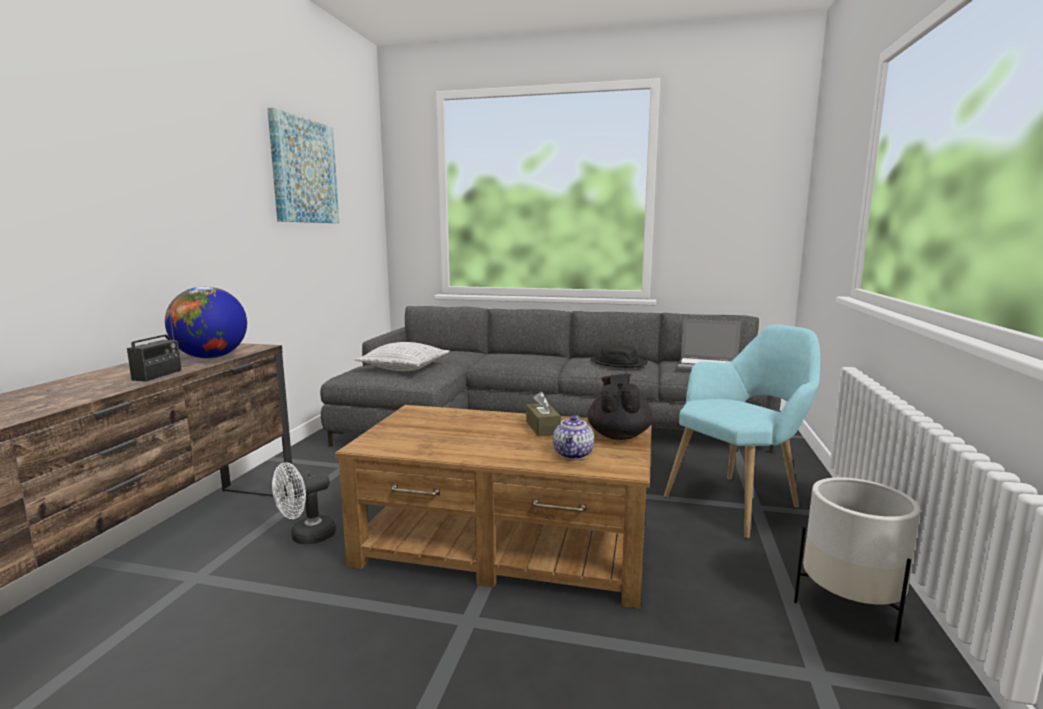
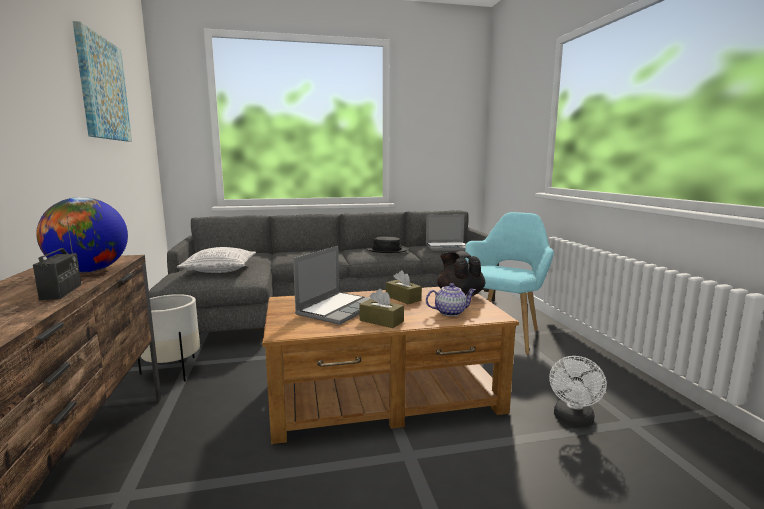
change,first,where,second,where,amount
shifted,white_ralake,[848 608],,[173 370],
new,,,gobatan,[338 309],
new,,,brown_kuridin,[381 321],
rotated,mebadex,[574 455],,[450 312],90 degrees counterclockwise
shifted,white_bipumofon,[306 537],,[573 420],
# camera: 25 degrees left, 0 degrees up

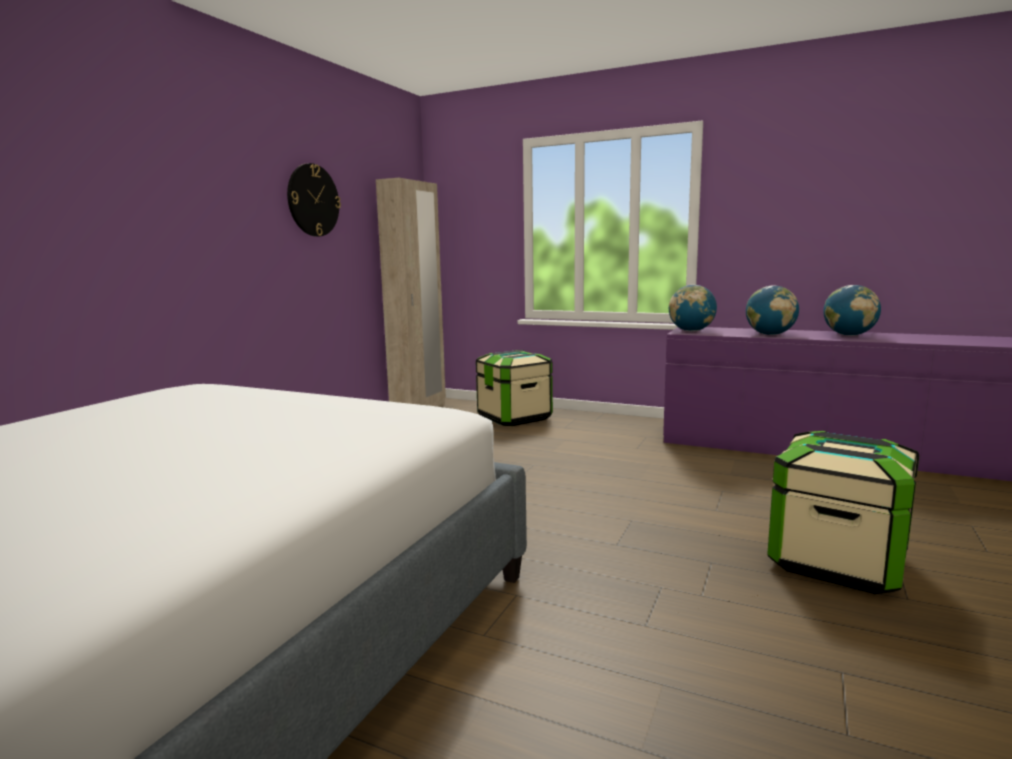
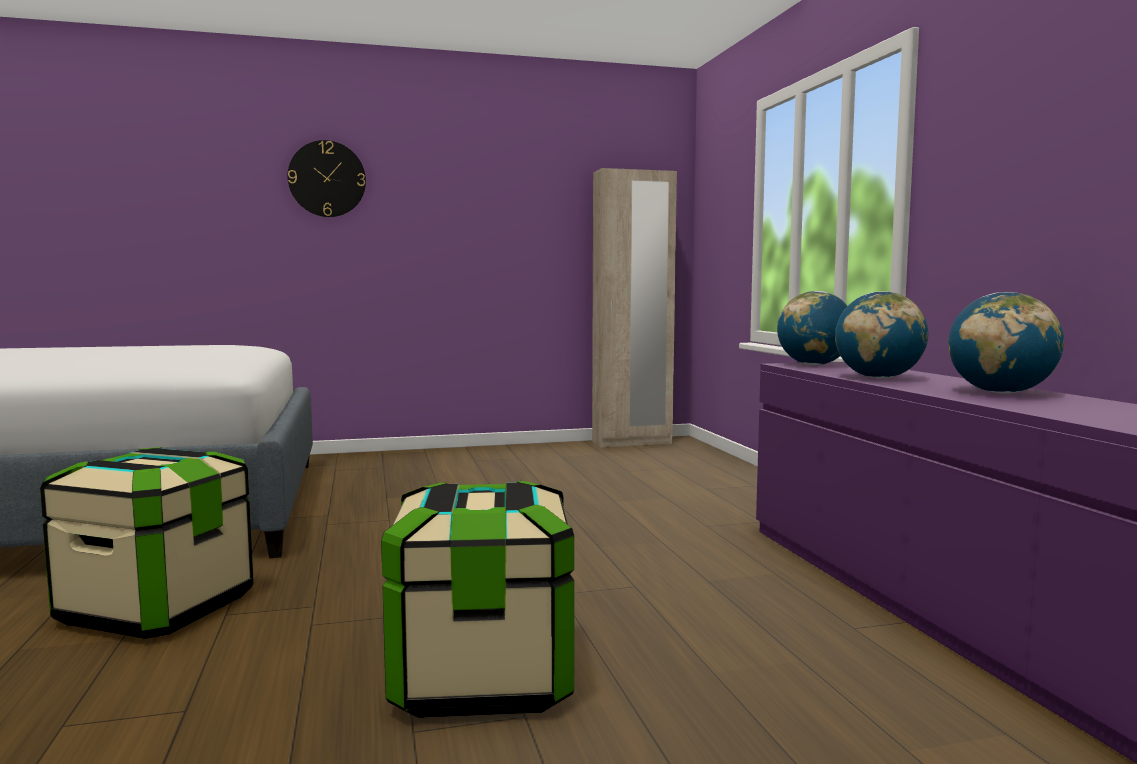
change,first,where,second,where,amount
shifted,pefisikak,[514 417],,[158 608],
shifted,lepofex,[313 200],,[327 179],
# camera: 50 degrees right, 5 degrees down

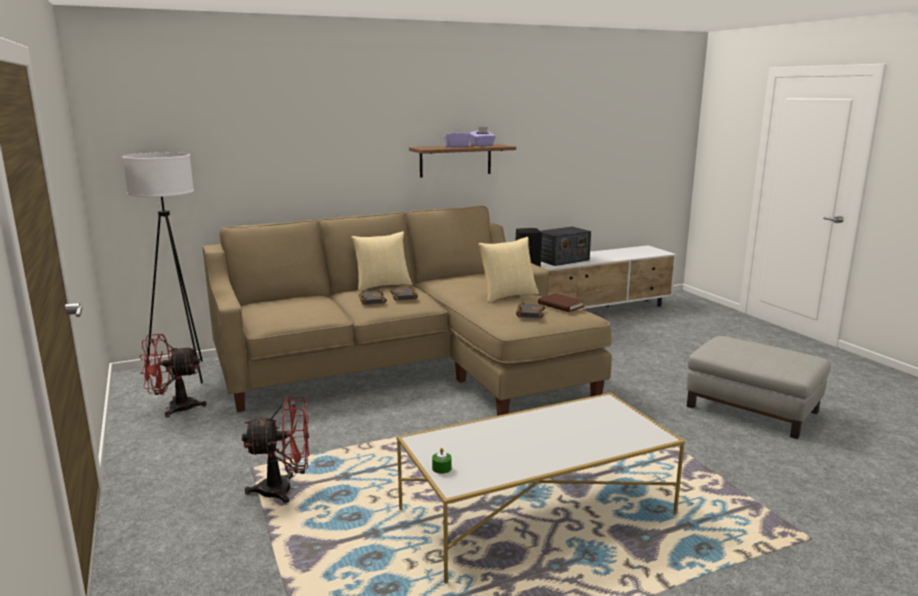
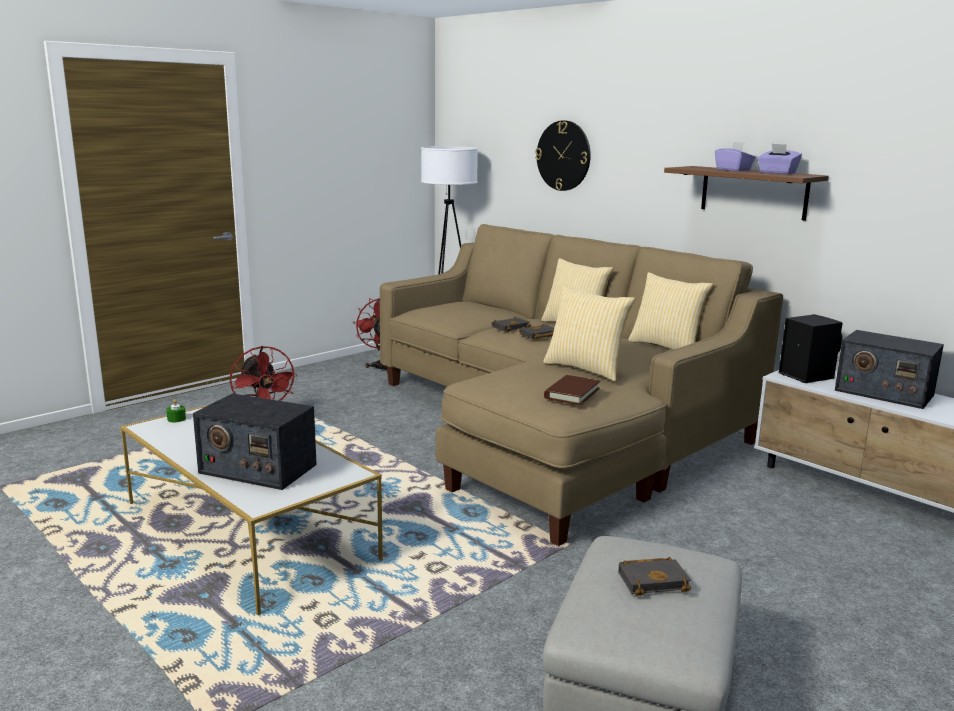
change,first,where,second,where,amount
new,,,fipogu,[257 469],
new,,,lepofex,[563 155],
shifted,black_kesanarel,[529 313],,[654 580],
new,,,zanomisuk,[667 346],
# camera: 70 degrees right, 0 degrees up

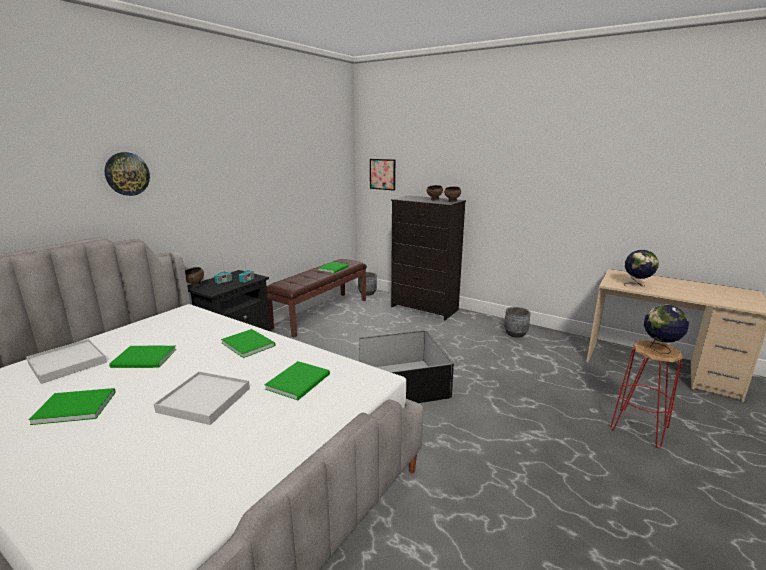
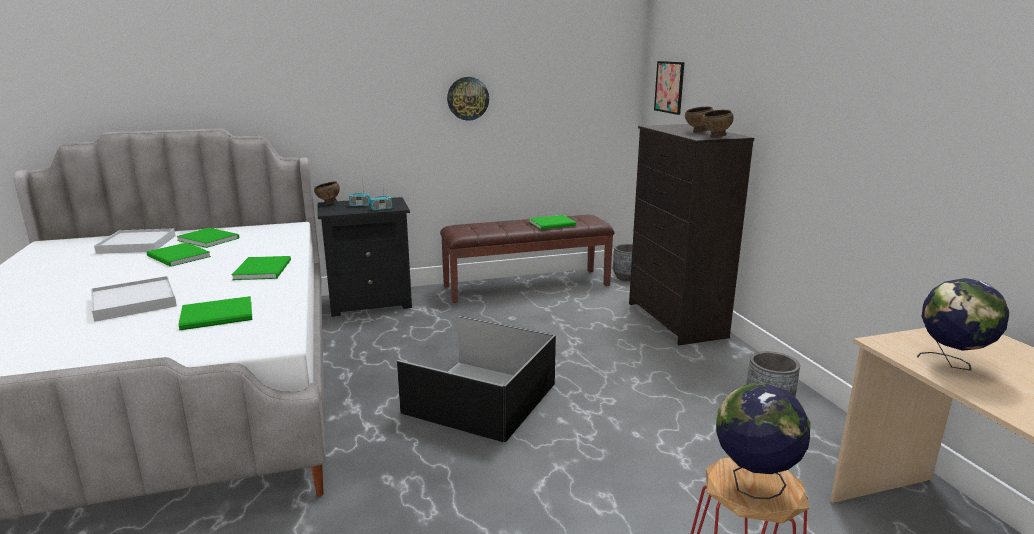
change,first,where,second,where,amount
shifted,green_kesanarel,[74 407],,[208 239],
shifted,lepofex,[127 174],,[468 98],
# camera: 40 degrees right, 0 degrees up

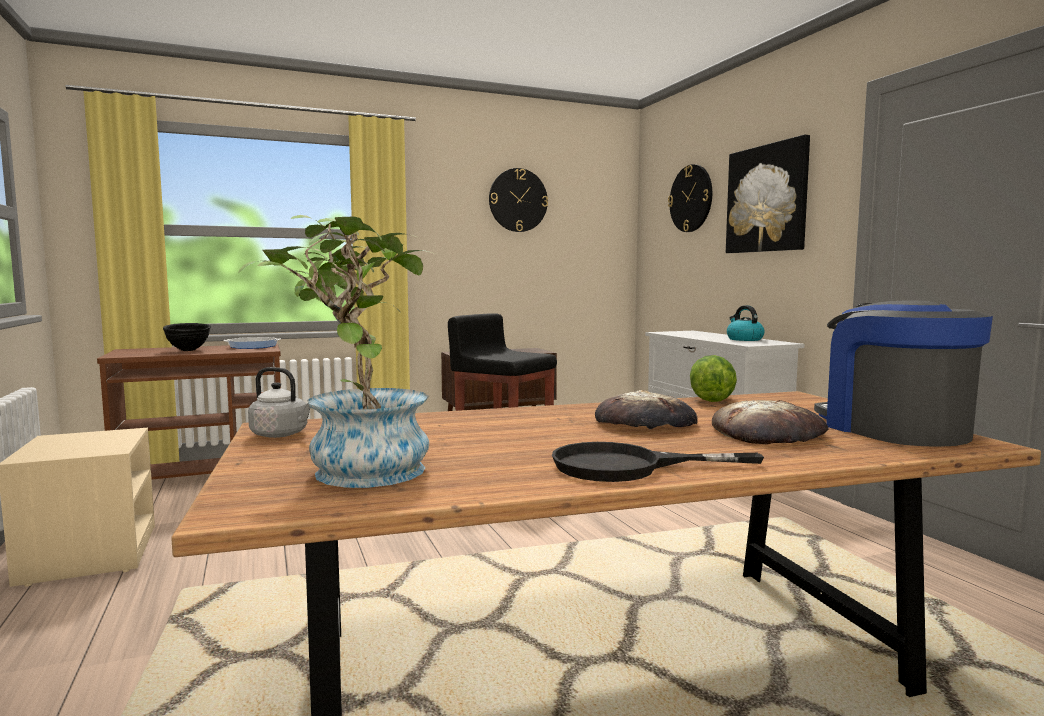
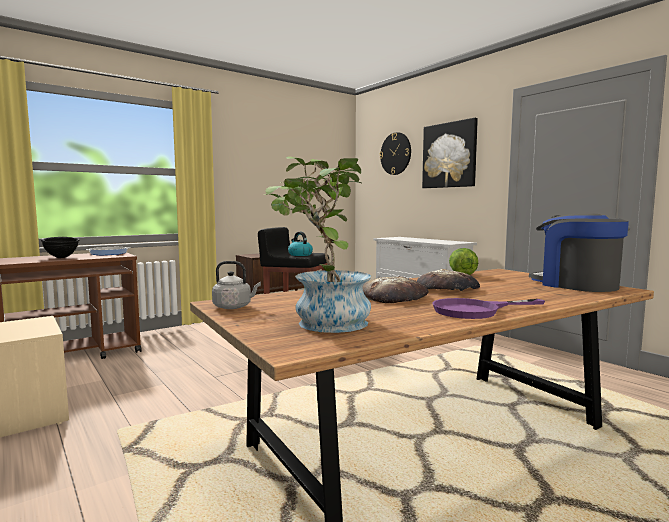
change,first,where,second,where,amount
shifted,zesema,[744 339],,[300 255],
shifted,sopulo,[768 433],,[394 296],
repainted,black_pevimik,[627 466],purple_pevimik,[476 310],
gone,lepofex,[518 200],,,
# camera: 15 degrees left, 0 degrees up

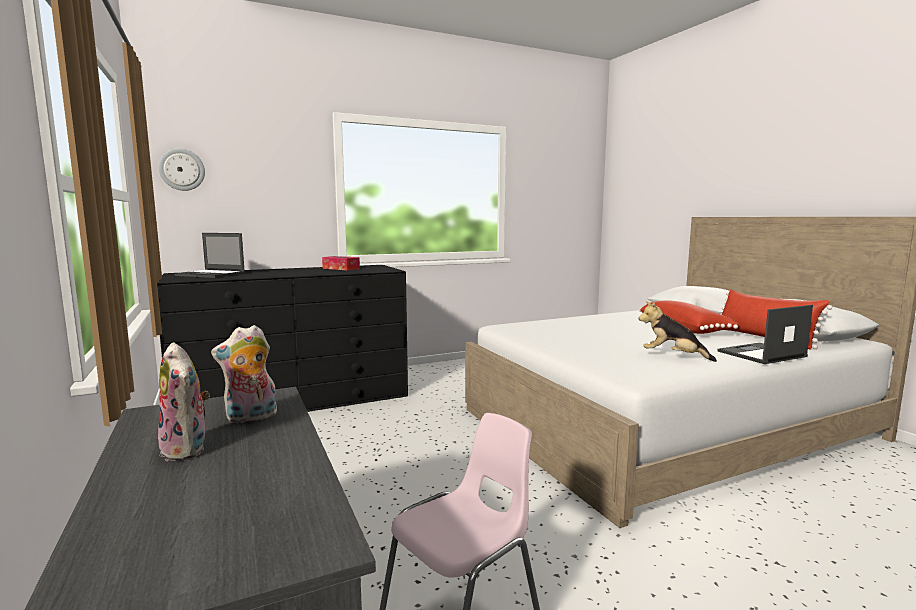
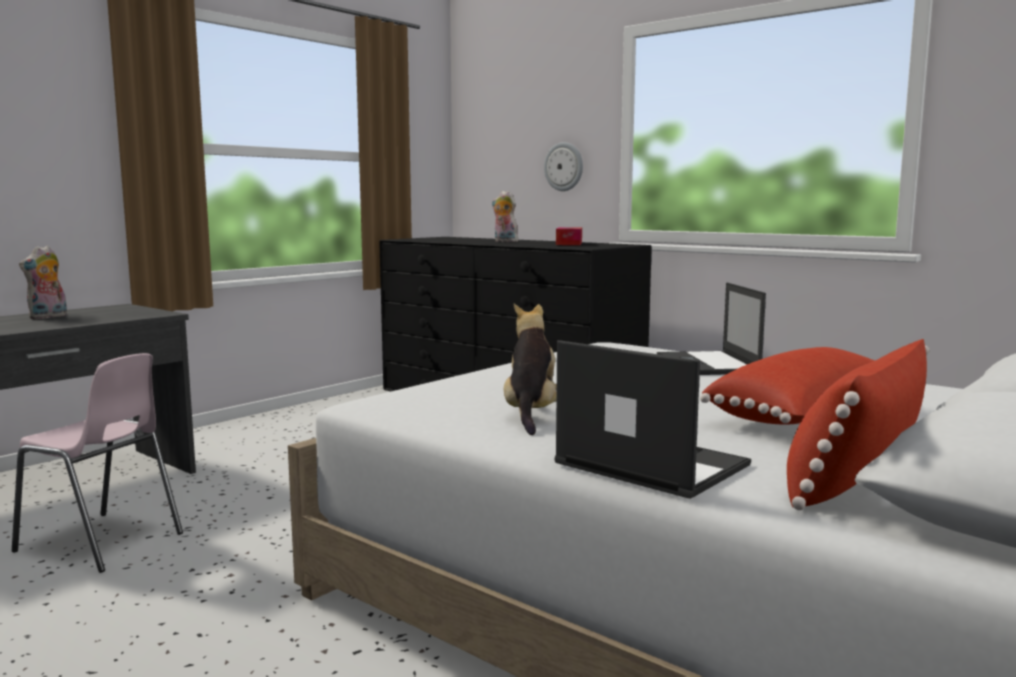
change,first,where,second,where,amount
shifted,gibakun,[250 418],,[504 241],
shifted,lepofex,[182 169],,[564 166],
shifted,gobatan,[211 274],,[708 364],
# camera: 65 degrees right, 0 degrees up

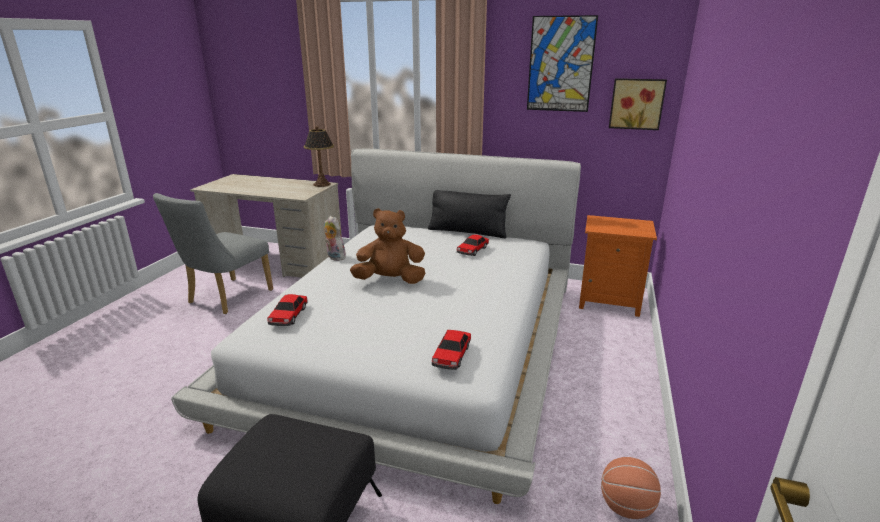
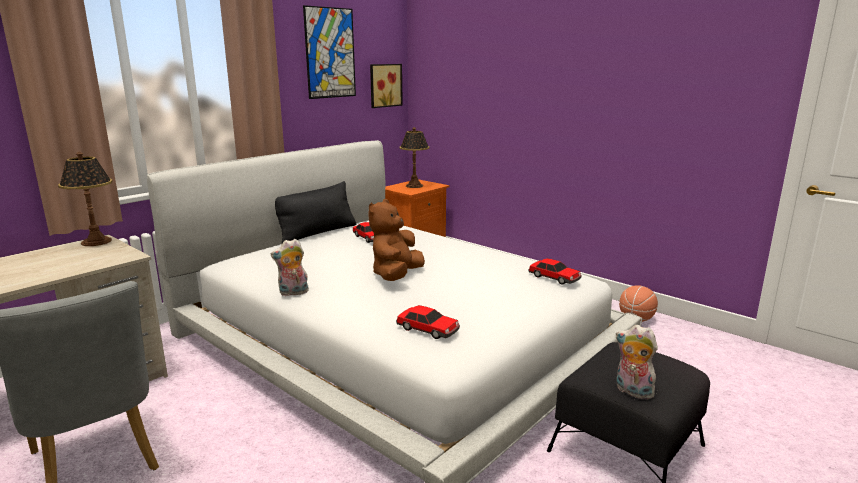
change,first,where,second,where,amount
new,,,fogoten,[414 186],
new,,,gibakun,[632 391],
# camera: 65 degrees left, 5 degrees down

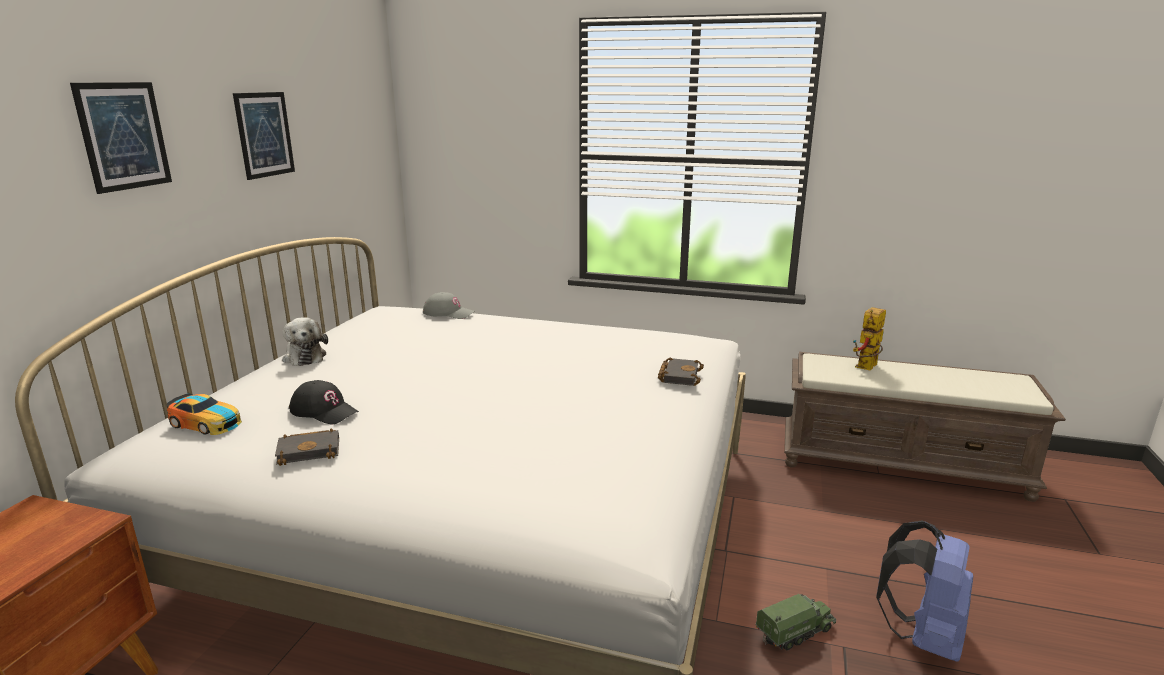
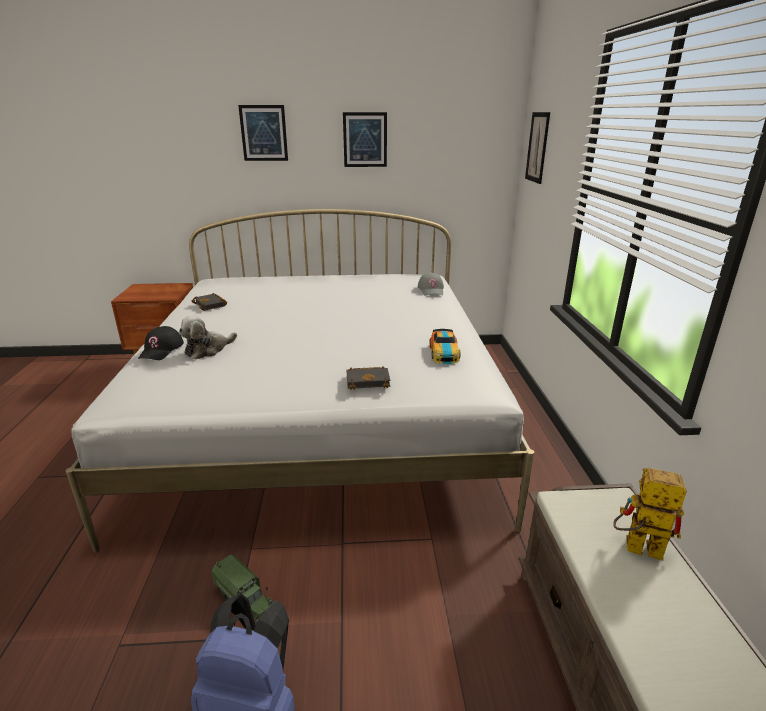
change,first,where,second,where,amount
shifted,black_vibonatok,[324 411],,[161 349],
shifted,gibakun,[305 356],,[208 350],
shifted,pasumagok,[207 423],,[444 353],
new,,,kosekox,[537 147],
# camera: 70 degrees right, 5 degrees up

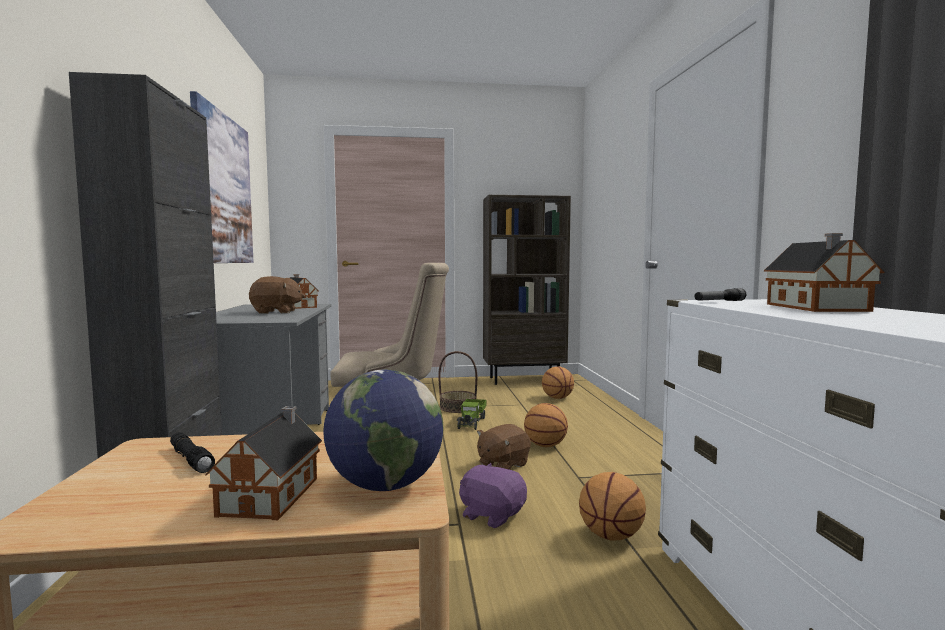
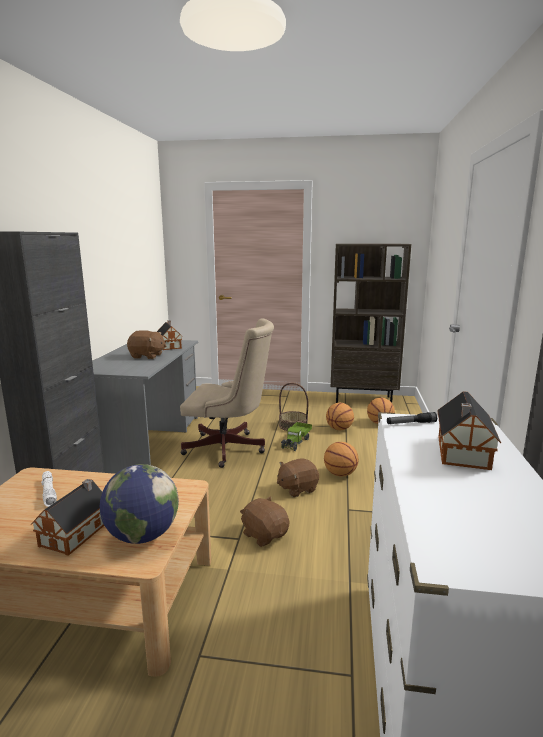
change,first,where,second,where,amount
repainted,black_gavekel,[190 459],white_gavekel,[49 492],
repainted,purple_gibakun,[492 515],brown_gibakun,[265 535],
shifted,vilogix,[610 536],,[339 429],
gone,kosekox,[223 189],,,
# camera: 15 degrees right, 10 degrees up

